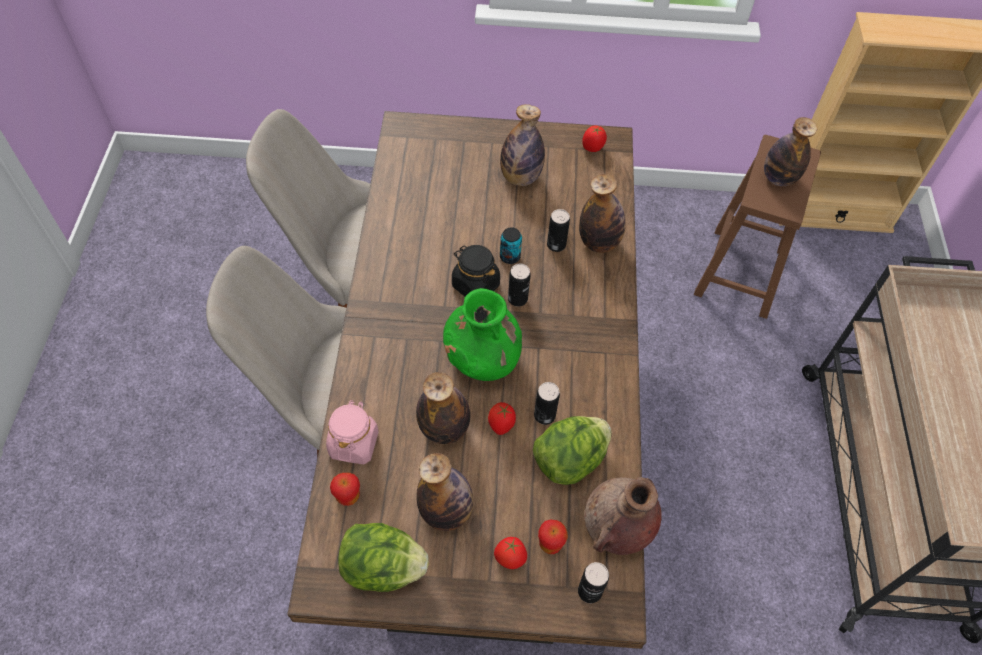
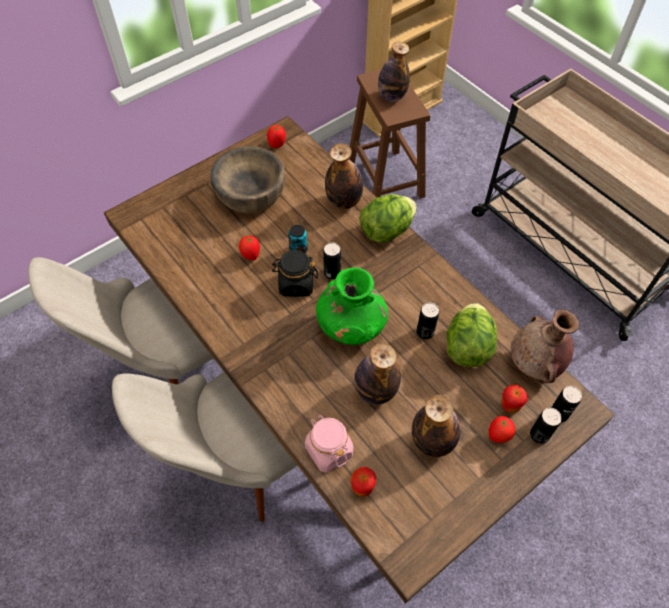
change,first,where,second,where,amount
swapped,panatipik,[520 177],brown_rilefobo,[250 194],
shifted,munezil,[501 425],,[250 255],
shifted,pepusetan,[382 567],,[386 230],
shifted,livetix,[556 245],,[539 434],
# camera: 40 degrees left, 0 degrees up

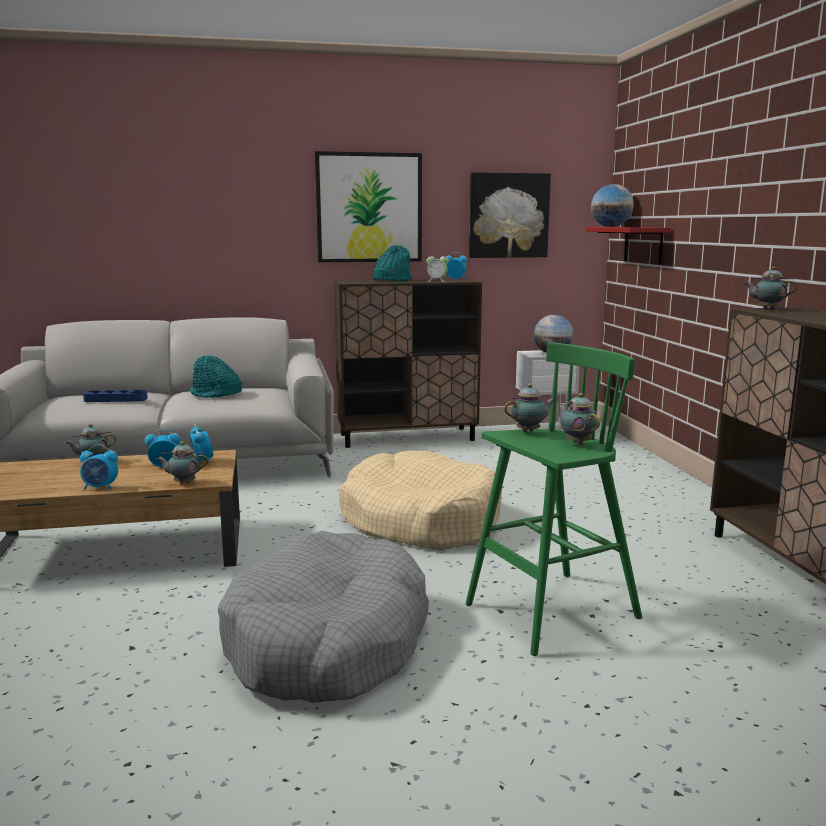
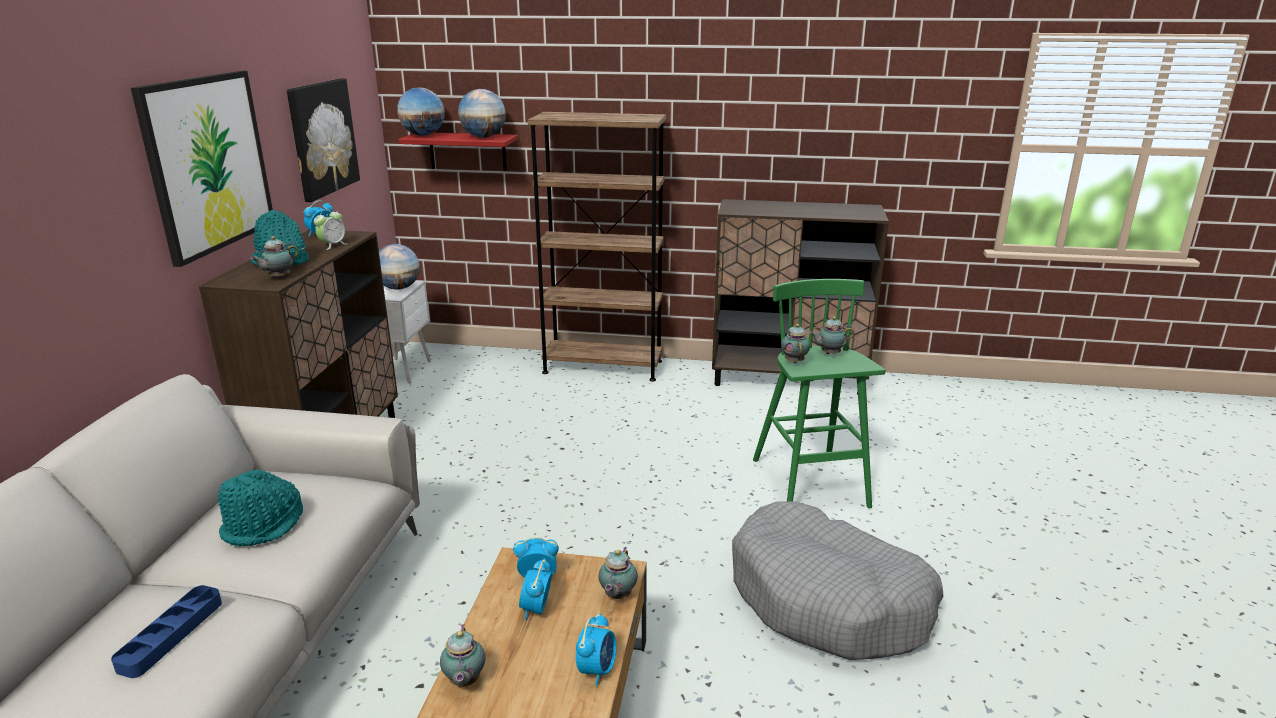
change,first,where,second,where,amount
shifted,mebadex,[766 309],,[278 277],
new,,,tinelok,[483 137],
new,,,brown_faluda,[602 367],
gone,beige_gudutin,[420 520],,,
# camera: 70 degrees left, 10 degrees up

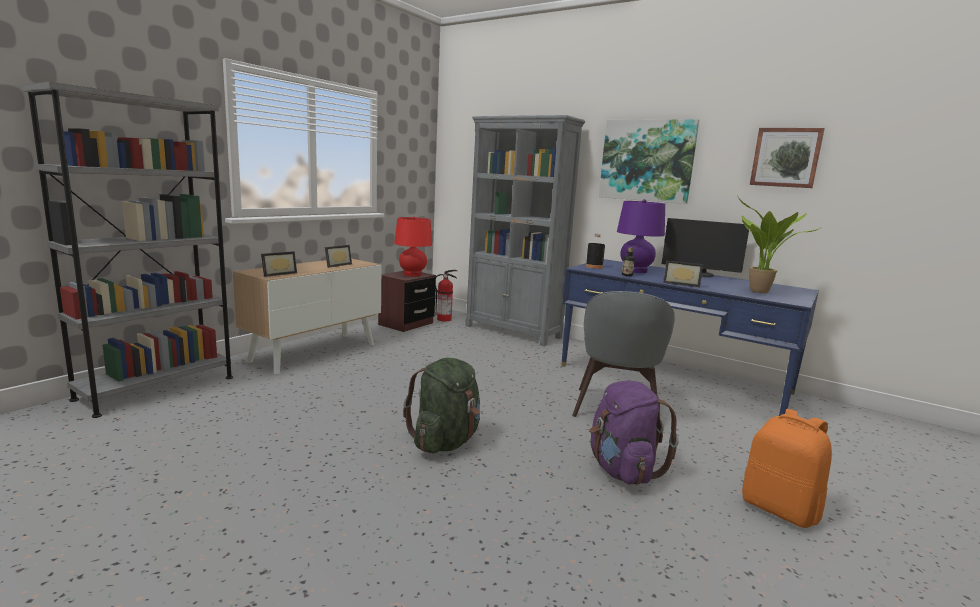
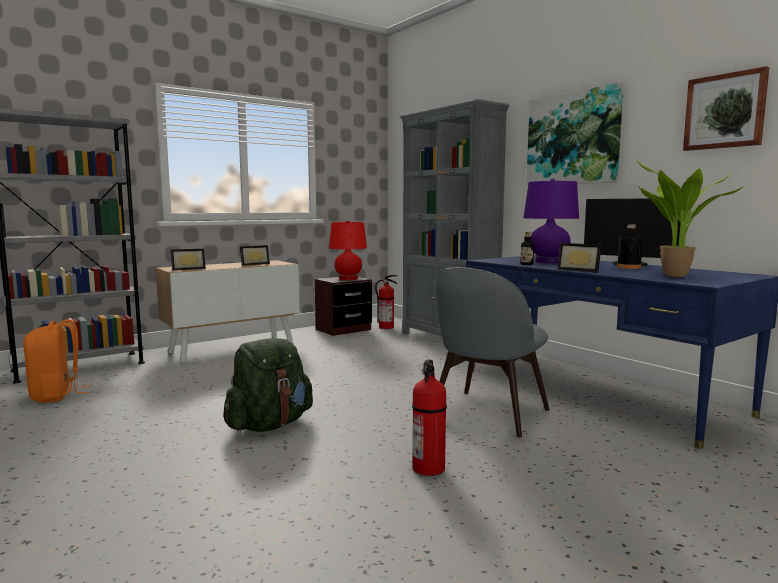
change,first,where,second,where,amount
shifted,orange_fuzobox,[780 509],,[57 395],
swapped,purple_fuzobox,[622 470],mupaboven,[429 468],
shifted,black_panatipik,[594 267],,[628 267],
# camera: 20 degrees right, 5 degrees down

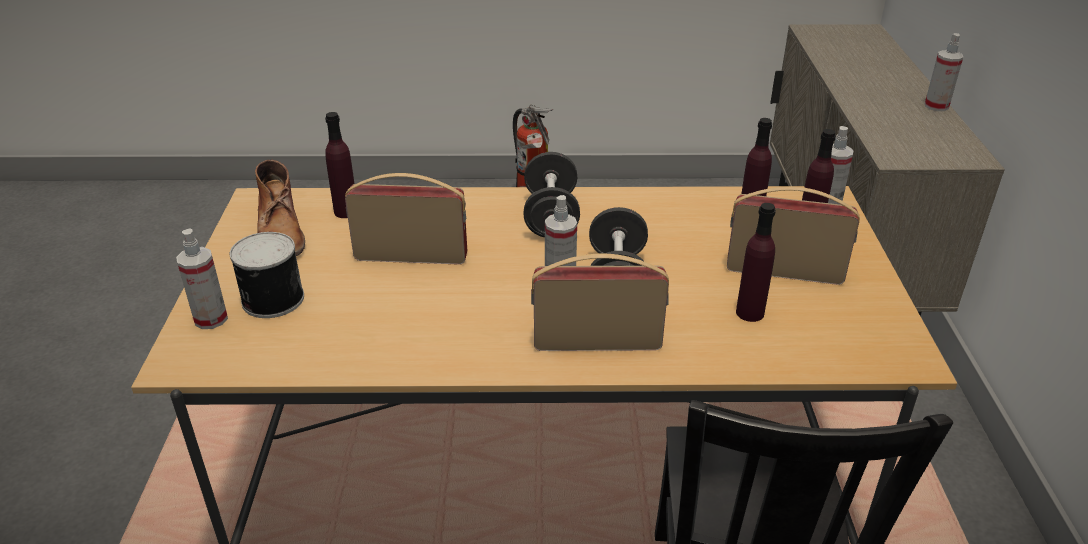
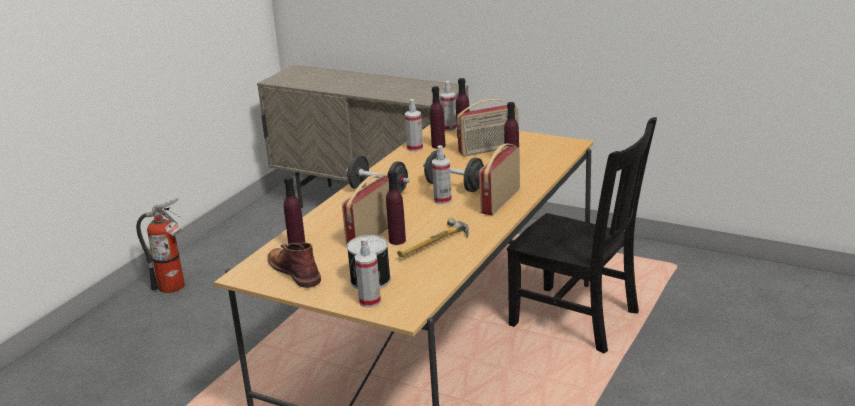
change,first,where,second,where,amount
rotated,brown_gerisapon,[280 231],,[294 270],135 degrees counterclockwise
new,,,purple_panatipik,[397 240],
new,,,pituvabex,[436 245],
shifted,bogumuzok,[936 106],,[415 148],
rotated,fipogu,[784 271],,[489 150],150 degrees counterclockwise
# camera: 60 degrees left, 10 degrees down

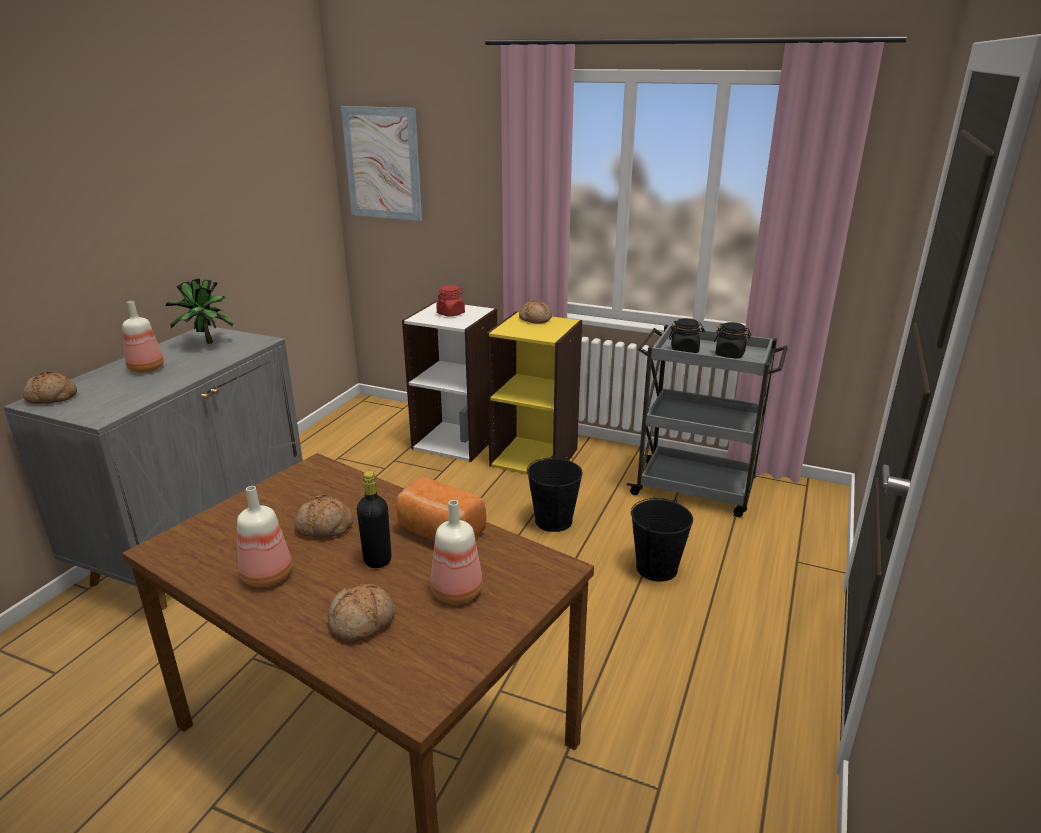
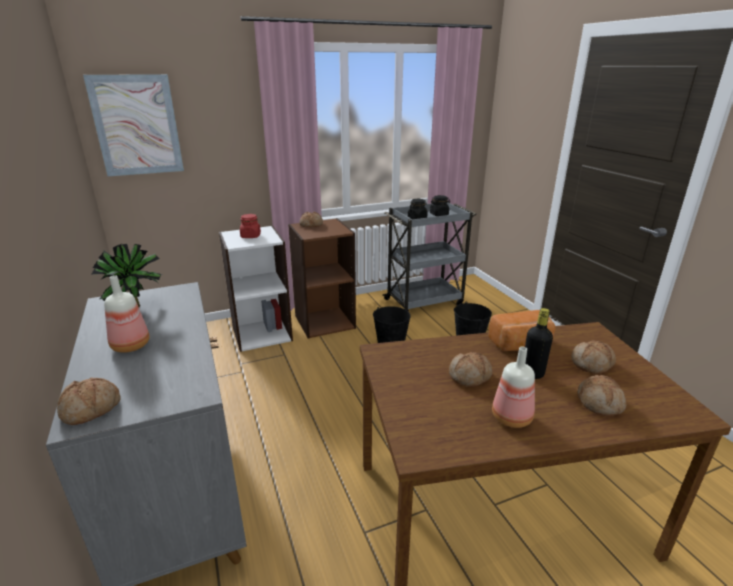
change,first,where,second,where,amount
repainted,yellow_faluda,[534 457],brown_faluda,[324 321],
swapped,panatipik,[455 592],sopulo,[592 364],
# camera: 45 degrees left, 0 degrees up

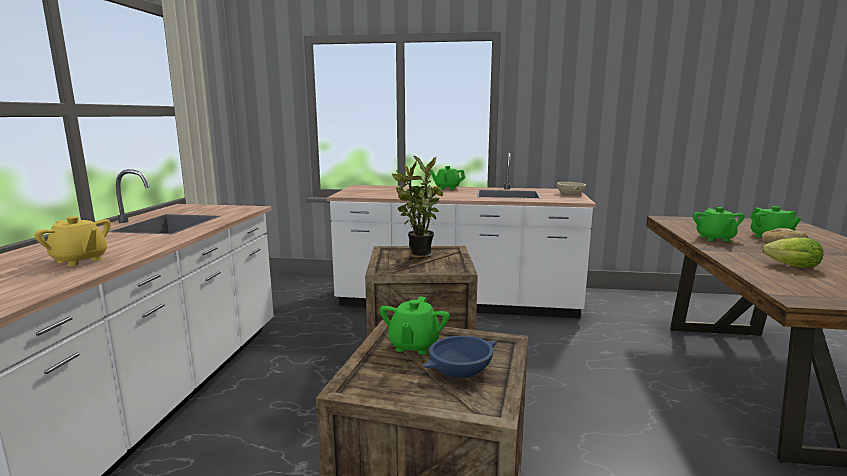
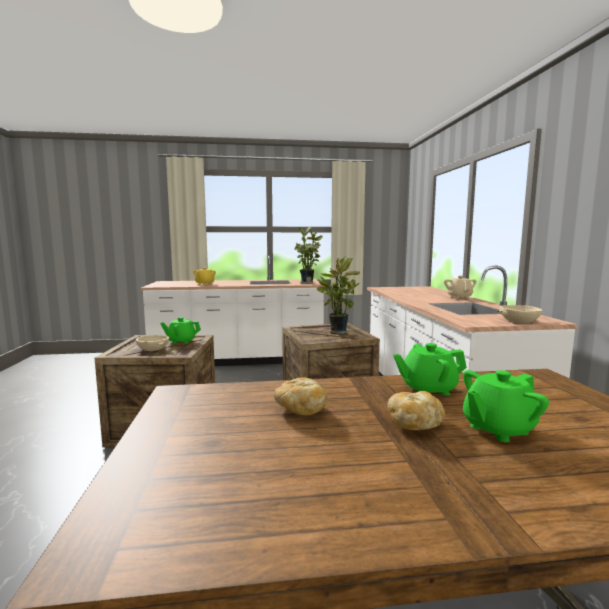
change,first,where,second,where,amount
repainted,blue_rilefobo,[460 370],beige_rilefobo,[152 349],
swapped,pepusetan,[789 266],sopulo,[300 409],
new,,,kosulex,[308 282],
repainted,green_mebadex,[447 188],beige_mebadex,[459 297],
# camera: 75 degrees right, 5 degrees down

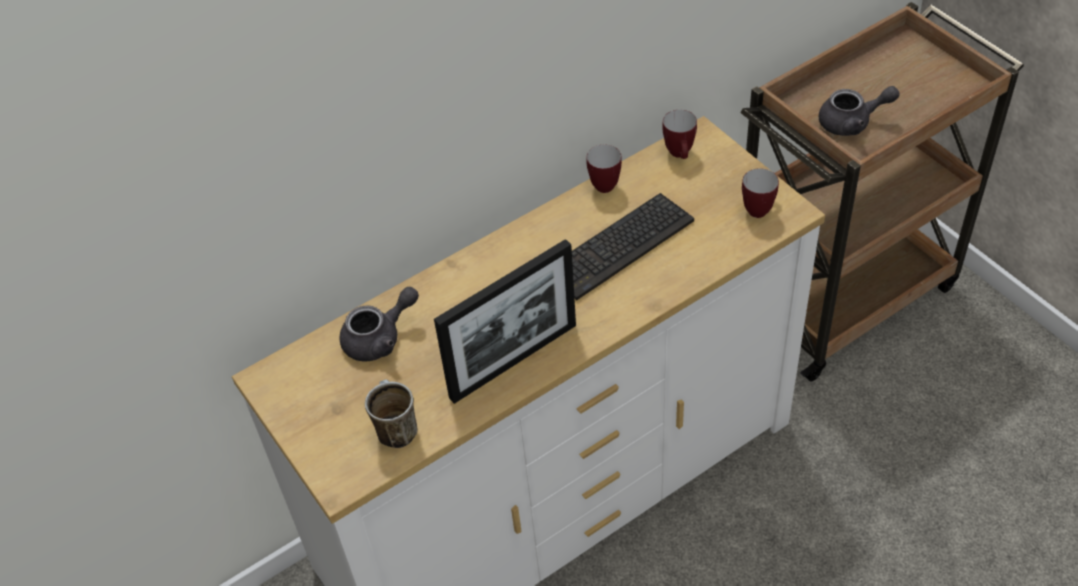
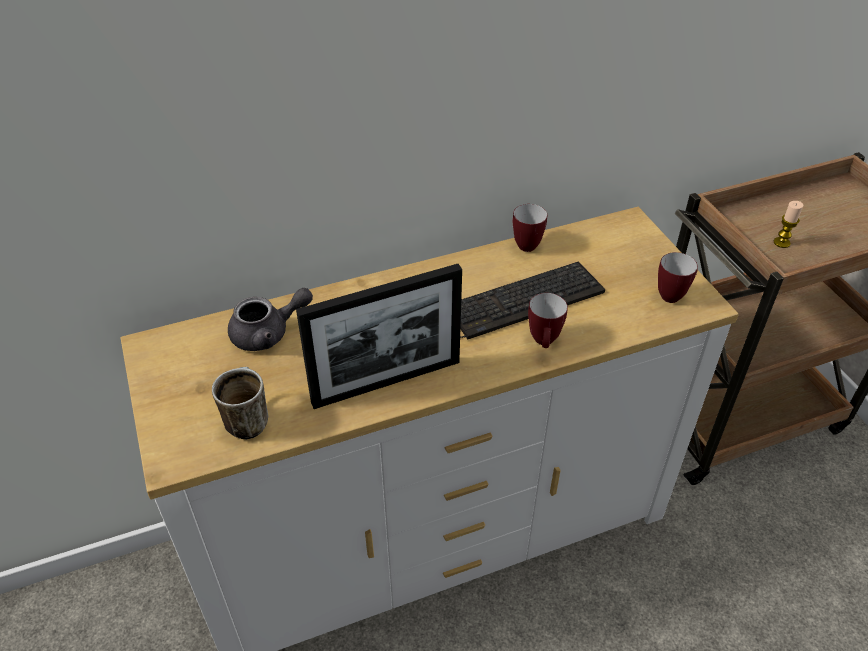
change,first,where,second,where,amount
shifted,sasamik,[680 155],,[544 343],
swapped,grey_mebadex,[852 122],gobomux,[781 243],
# camera: 10 degrees right, 5 degrees down

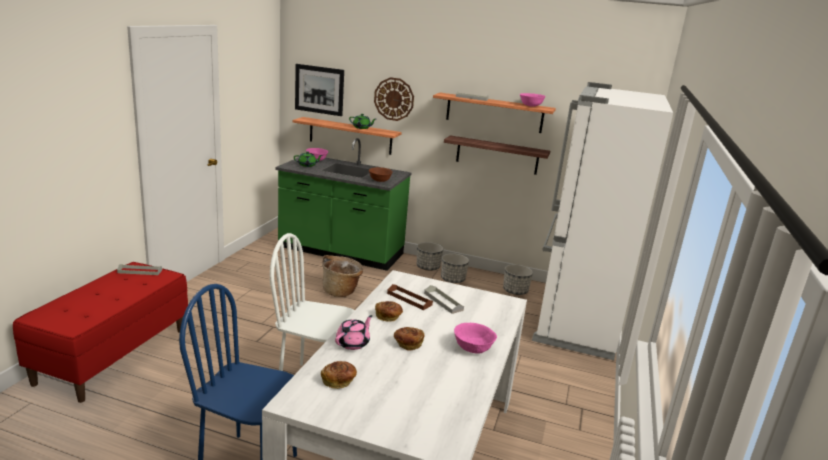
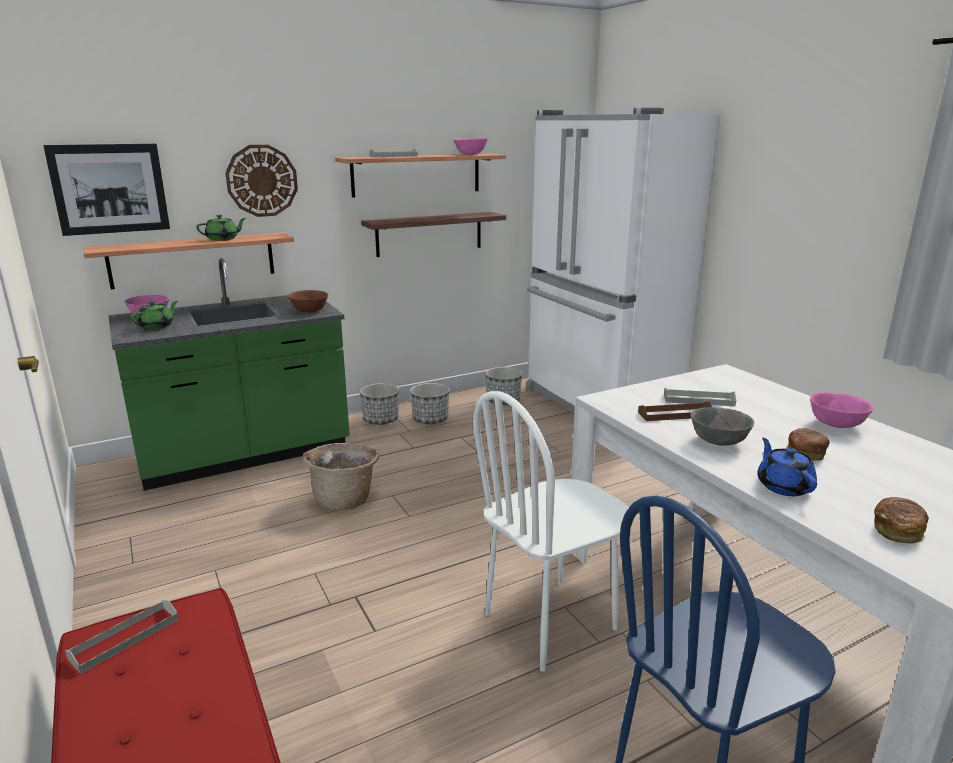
change,first,where,second,where,amount
swapped,sopulo,[388 317],grey_rilefobo,[718 441],
repainted,pink_mebadex,[353 343],blue_mebadex,[783 486],
# camera: 45 degrees left, 0 degrees up

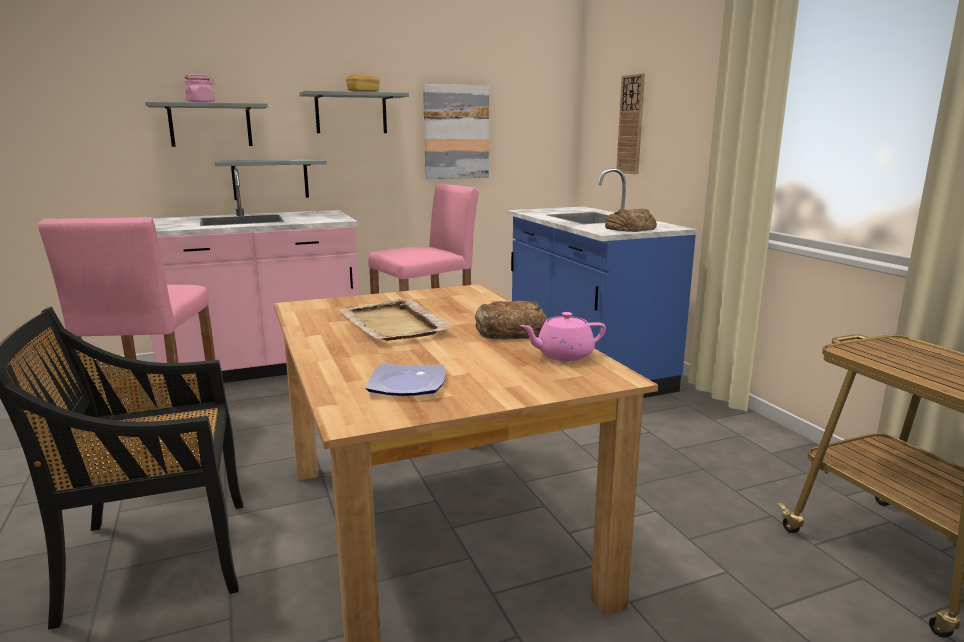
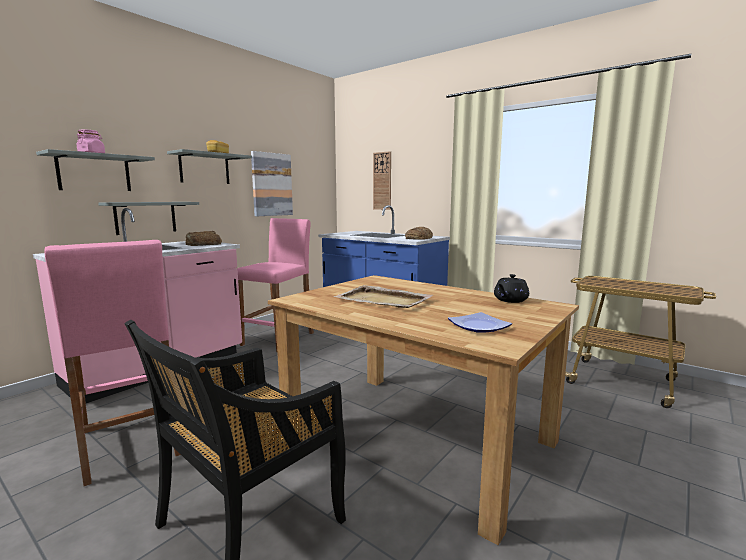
change,first,where,second,where,amount
shifted,sopulo,[510 331],,[203 244],
repainted,pink_mebadex,[563 355],black_mebadex,[510 300],
# camera: 30 degrees left, 5 degrees down

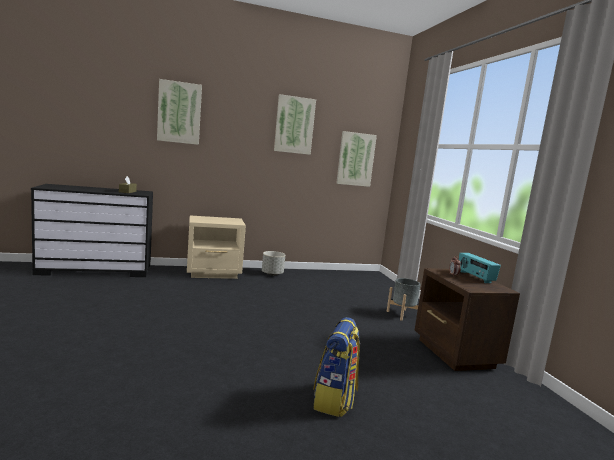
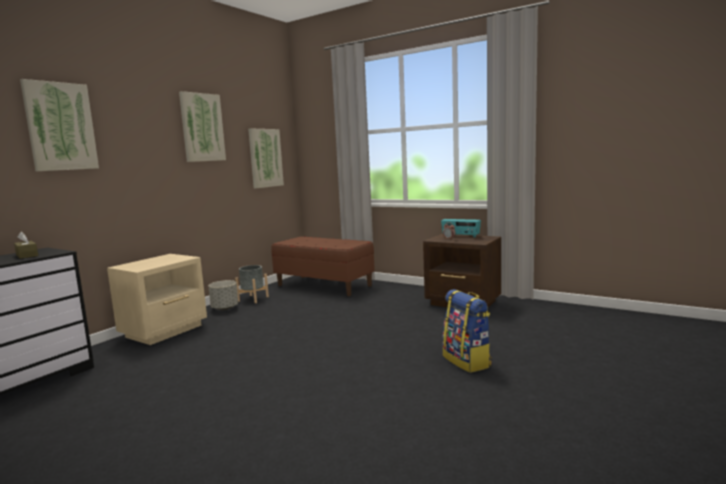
change,first,where,second,where,amount
shifted,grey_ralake,[402 314],,[253 299],
new,,,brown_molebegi,[324 285],
# camera: 40 degrees left, 0 degrees up

